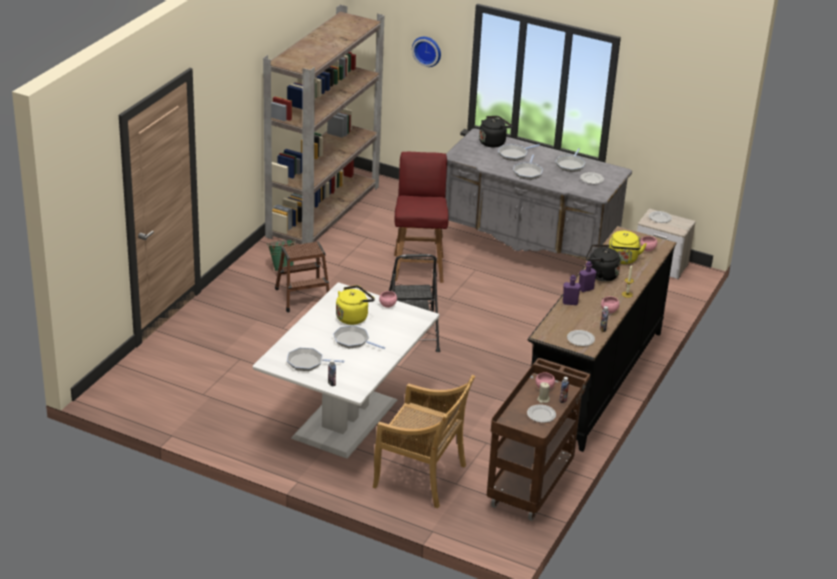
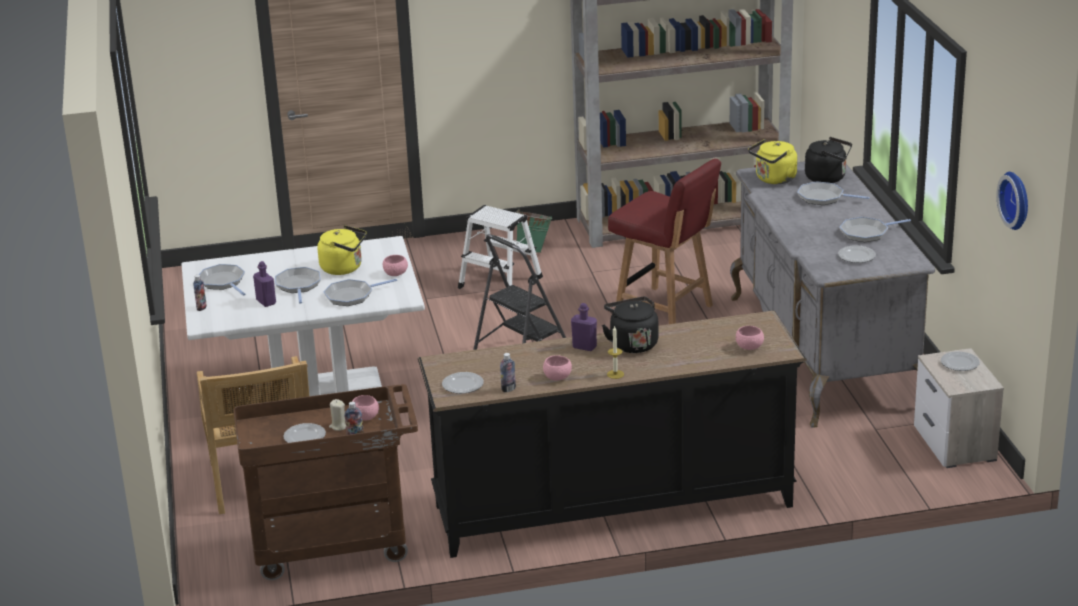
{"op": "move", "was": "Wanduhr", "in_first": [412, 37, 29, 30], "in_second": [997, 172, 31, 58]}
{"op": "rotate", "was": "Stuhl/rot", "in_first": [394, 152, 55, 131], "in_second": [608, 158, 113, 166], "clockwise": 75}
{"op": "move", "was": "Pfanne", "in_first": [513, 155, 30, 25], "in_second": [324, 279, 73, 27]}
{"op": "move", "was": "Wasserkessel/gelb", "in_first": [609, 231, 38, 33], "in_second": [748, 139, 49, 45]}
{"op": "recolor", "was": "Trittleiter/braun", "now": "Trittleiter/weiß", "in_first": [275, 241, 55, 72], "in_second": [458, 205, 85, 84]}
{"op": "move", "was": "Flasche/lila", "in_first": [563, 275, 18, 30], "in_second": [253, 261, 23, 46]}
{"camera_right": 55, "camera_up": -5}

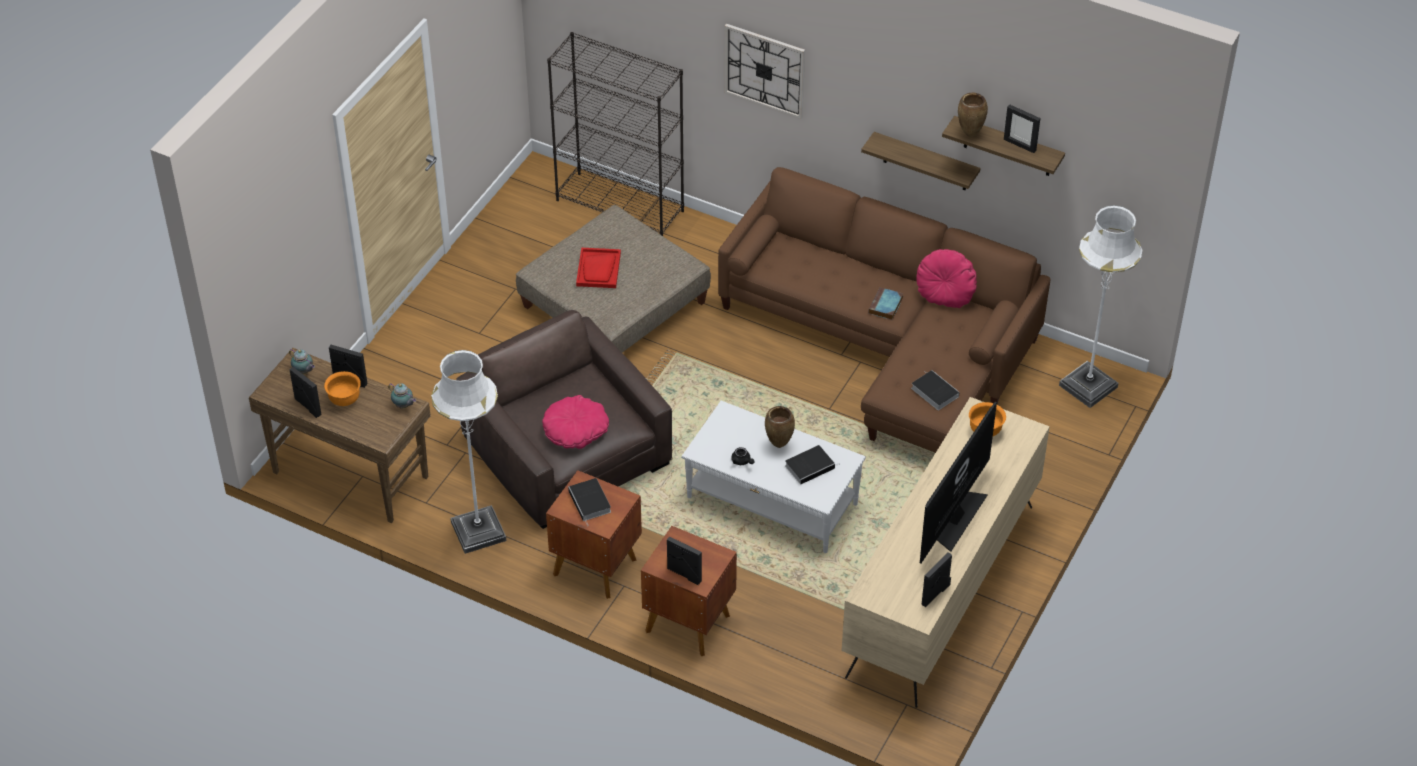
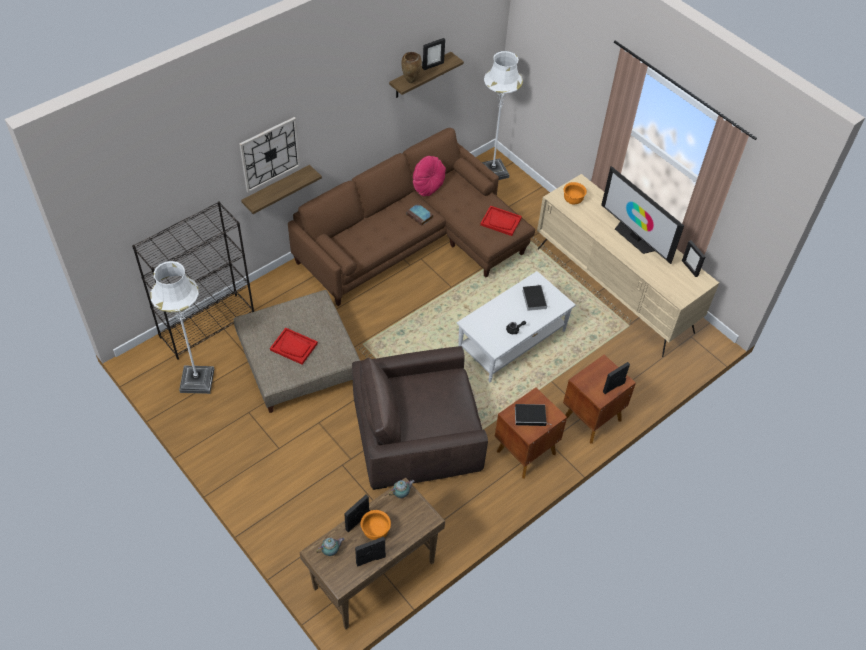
{"op": "move", "was": "Wandregal", "in_first": [861, 132, 120, 58], "in_second": [241, 165, 81, 49]}
{"op": "move", "was": "Stehlampe/weiß", "in_first": [431, 350, 75, 204], "in_second": [150, 261, 64, 133]}
{"op": "replace", "was": "Buch", "now": "Tablett/rot", "in_first": [911, 370, 49, 40], "in_second": [480, 206, 42, 30]}
{"op": "delete", "was": "Kissen/rosa", "in_first": [542, 395, 67, 54]}
{"op": "delete", "was": "Vase/braun", "in_first": [765, 406, 30, 42]}
{"camera_right": -70, "camera_up": 5}

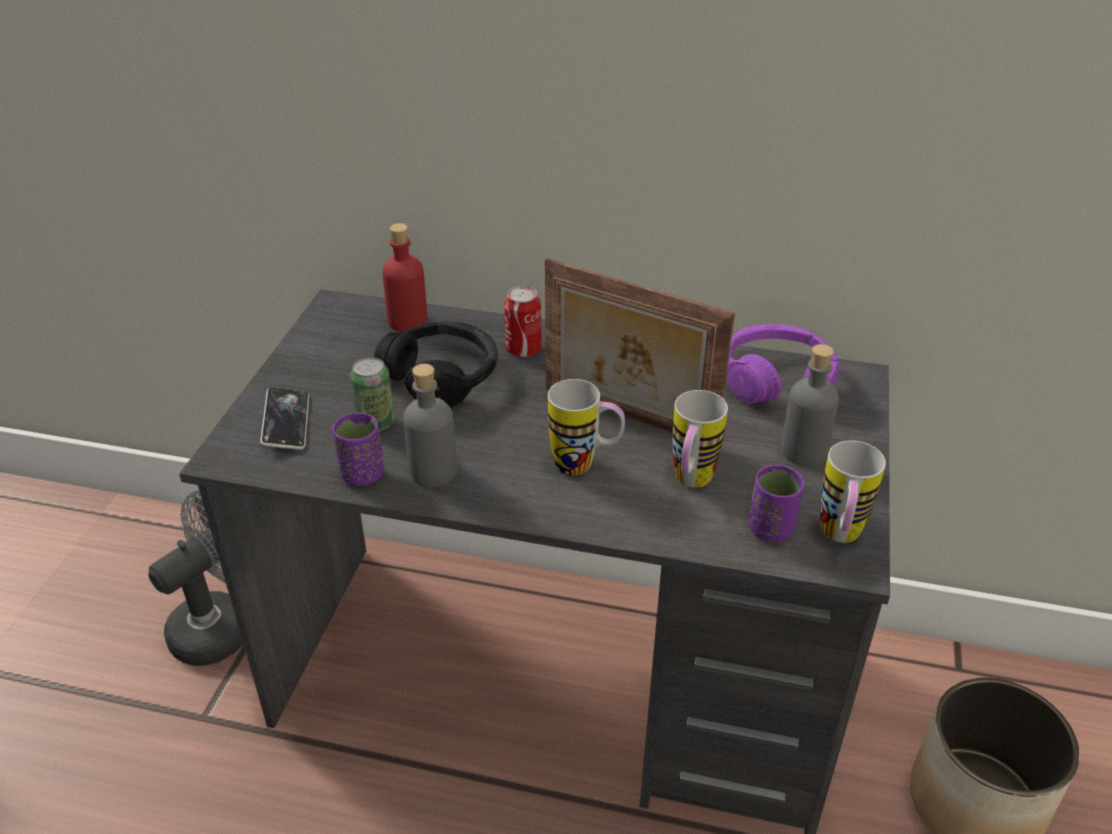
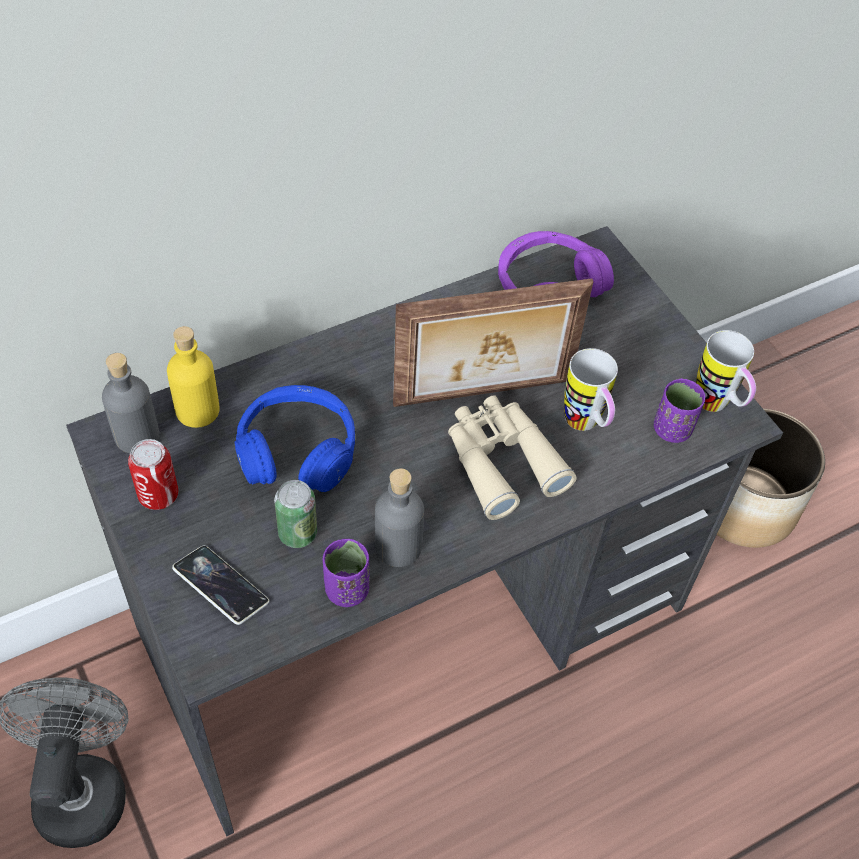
{"op": "recolor", "was": "Flasche/rot", "now": "Flasche/gelb", "in_first": [382, 223, 45, 109], "in_second": [167, 326, 53, 102]}
{"op": "move", "was": "Dose", "in_first": [504, 286, 38, 71], "in_second": [128, 439, 51, 71]}
{"op": "recolor", "was": "Kopfhörer/schwarz", "now": "Kopfhörer/blau", "in_first": [374, 322, 124, 85], "in_second": [235, 385, 120, 107]}
{"op": "move", "was": "Flasche/grau", "in_first": [781, 344, 58, 122], "in_second": [102, 353, 57, 100]}
{"op": "replace", "was": "Henkelbecher", "now": "Fernglas/beige", "in_first": [548, 379, 77, 97], "in_second": [448, 395, 129, 125]}
{"camera_right": -45, "camera_up": 15}

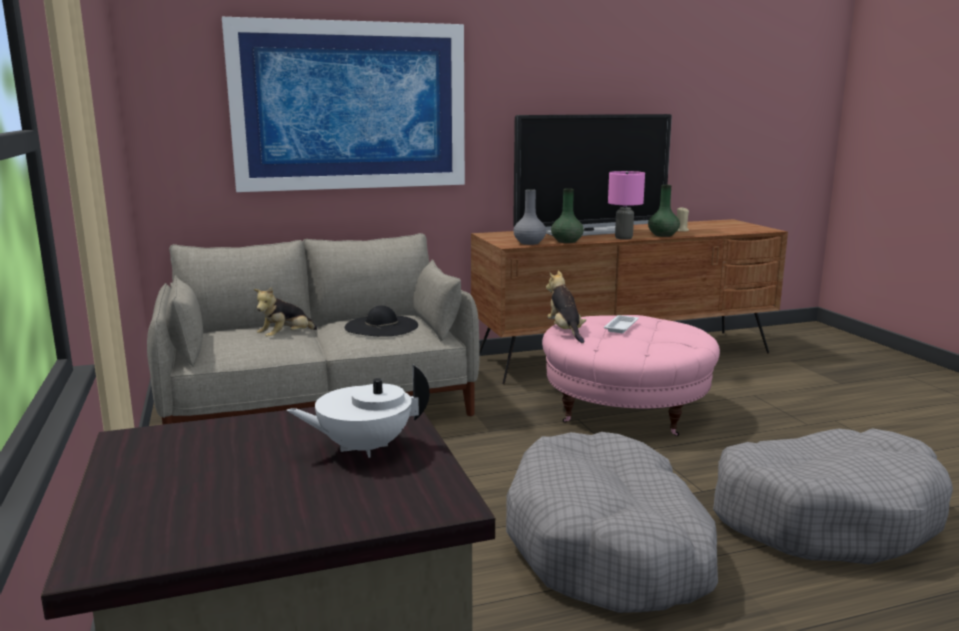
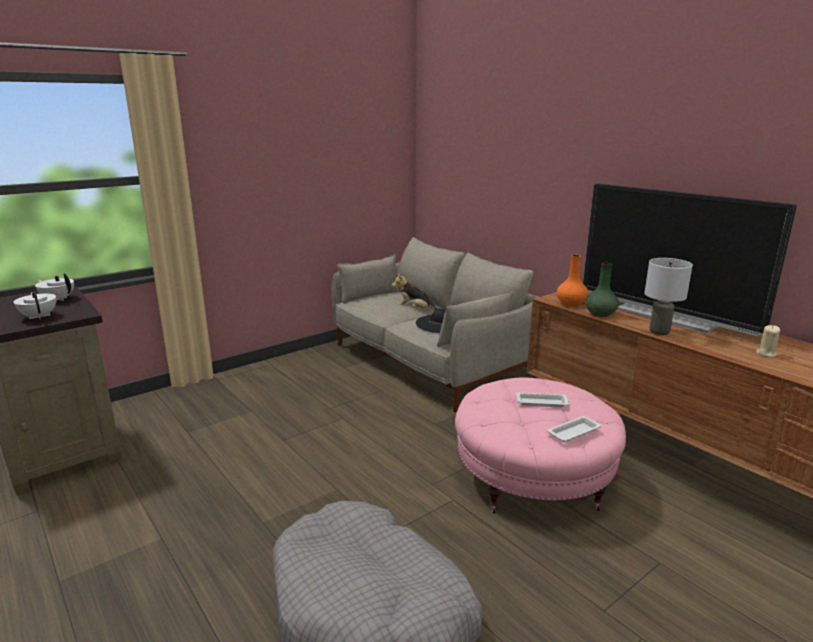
{"op": "delete", "was": "Bild", "in_first": [222, 17, 243, 175]}
{"op": "recolor", "was": "Tischlampe/rosa", "now": "Tischlampe/weiß", "in_first": [608, 171, 37, 69], "in_second": [644, 258, 49, 77]}
{"op": "delete", "was": "Vase/grün", "in_first": [648, 185, 32, 52]}
{"op": "recolor", "was": "Vase/grau", "now": "Vase/orange", "in_first": [513, 189, 33, 56], "in_second": [557, 255, 31, 51]}
{"op": "delete", "was": "Plüschtier", "in_first": [546, 271, 40, 72]}
{"op": "delete", "was": "Hundebett/grau", "in_first": [506, 432, 212, 181]}
{"op": "insert", "now": "Teekanne/weiß", "in_second": [35, 273, 39, 28]}
{"op": "insert", "now": "Tablett/weiß", "in_second": [547, 416, 54, 26]}
{"camera_right": 70, "camera_up": 5}

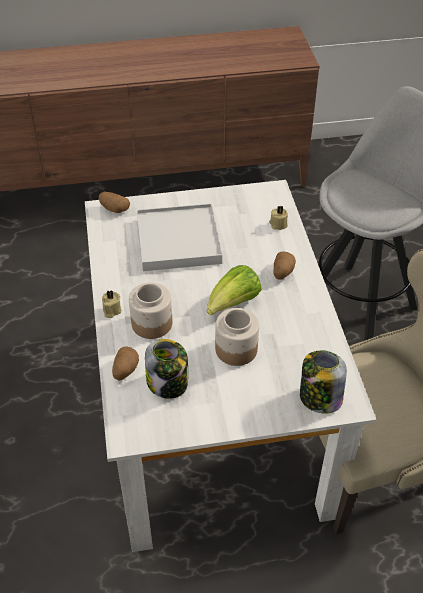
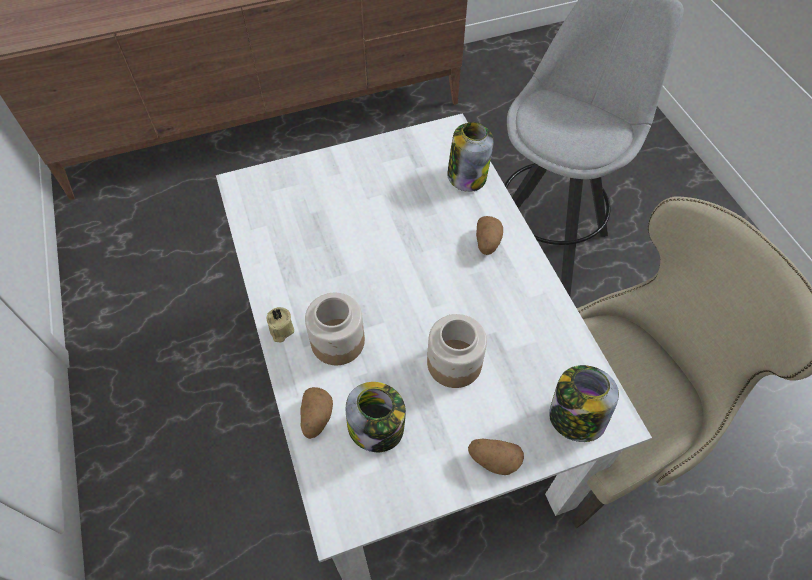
{"op": "move", "was": "Kartoffel", "in_first": [99, 192, 31, 21], "in_second": [468, 438, 56, 37]}
{"op": "delete", "was": "Tablett/weiß", "in_first": [137, 203, 85, 68]}
{"op": "replace", "was": "Kerze/beige", "now": "Vorratsglas", "in_first": [269, 206, 19, 24], "in_second": [447, 122, 47, 70]}
{"op": "delete", "was": "Salatkopf", "in_first": [207, 265, 55, 50]}
{"camera_right": -10, "camera_up": 10}

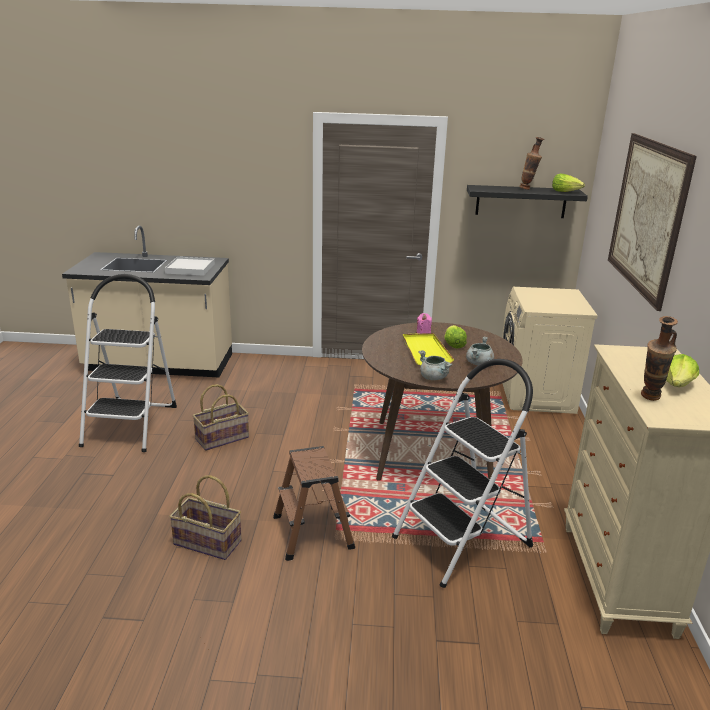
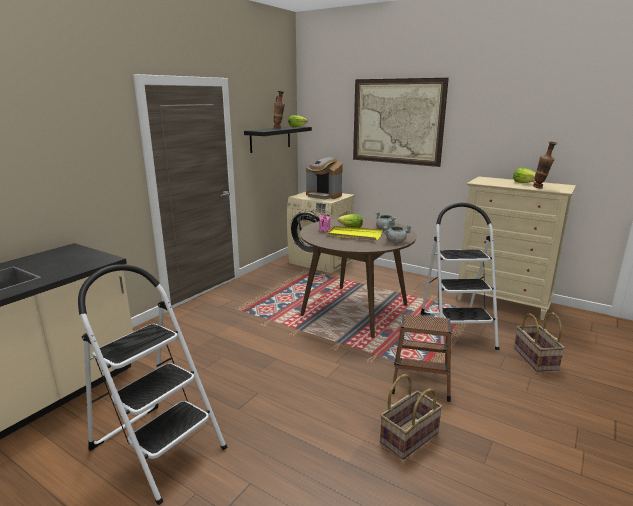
{"op": "delete", "was": "Tablett/weiß", "in_first": [165, 257, 50, 19]}
{"op": "move", "was": "Korb", "in_first": [192, 384, 57, 67], "in_second": [514, 312, 51, 60]}
{"op": "insert", "now": "Kaffeemaschine", "in_second": [306, 157, 37, 43]}
{"camera_right": -60, "camera_up": -5}

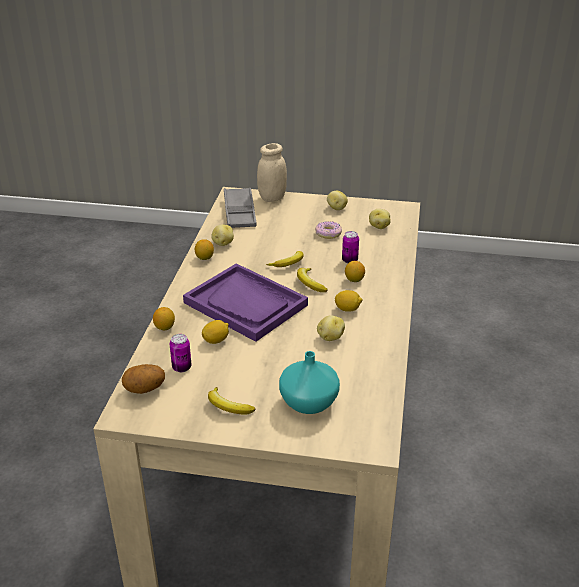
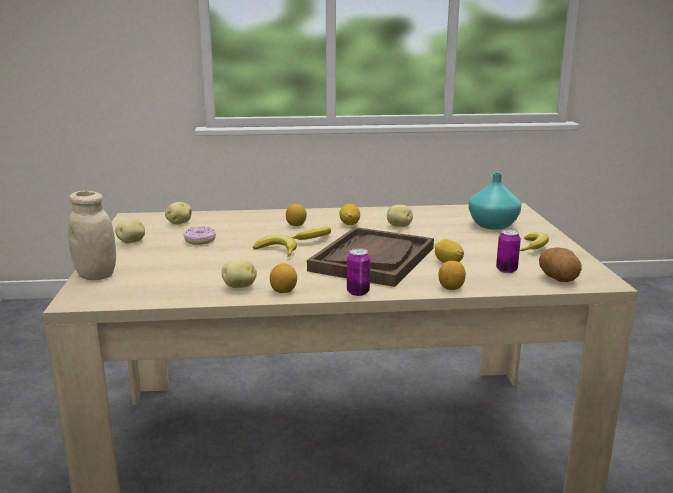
{"op": "delete", "was": "Tablett/grau", "in_first": [224, 188, 33, 40]}
{"op": "move", "was": "Dose", "in_first": [342, 231, 17, 32], "in_second": [347, 248, 23, 48]}
{"op": "recolor", "was": "Tablett/lila", "now": "Tablett/braun", "in_first": [183, 263, 125, 79], "in_second": [307, 227, 127, 60]}
{"camera_right": -105, "camera_up": -15}

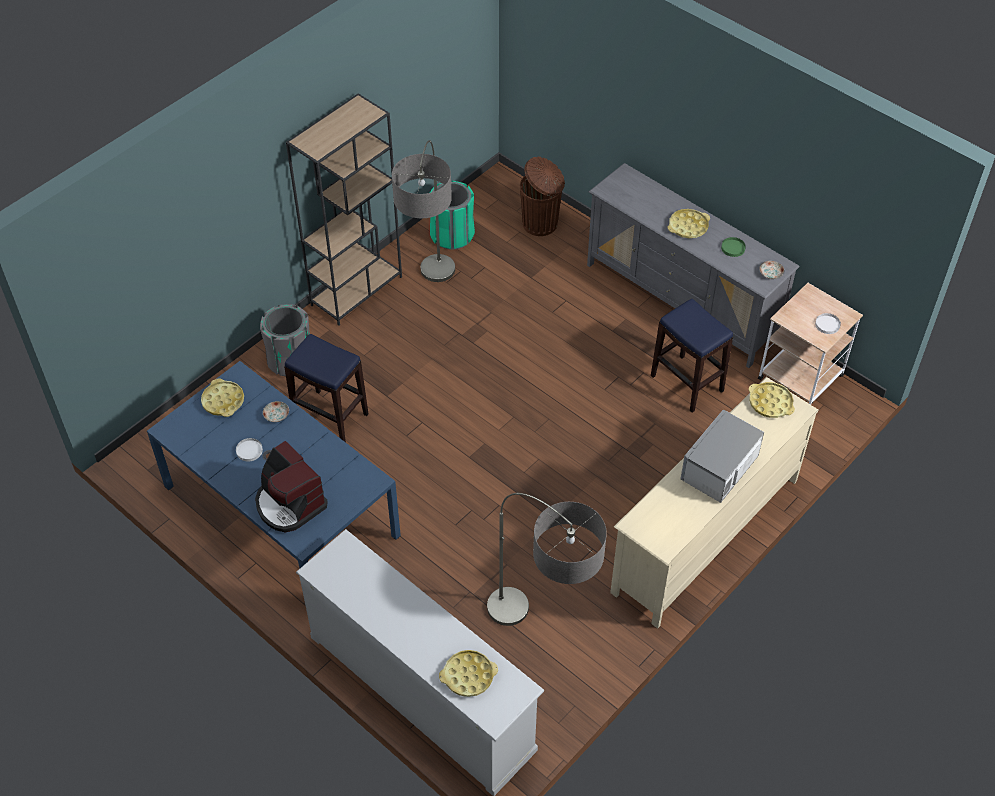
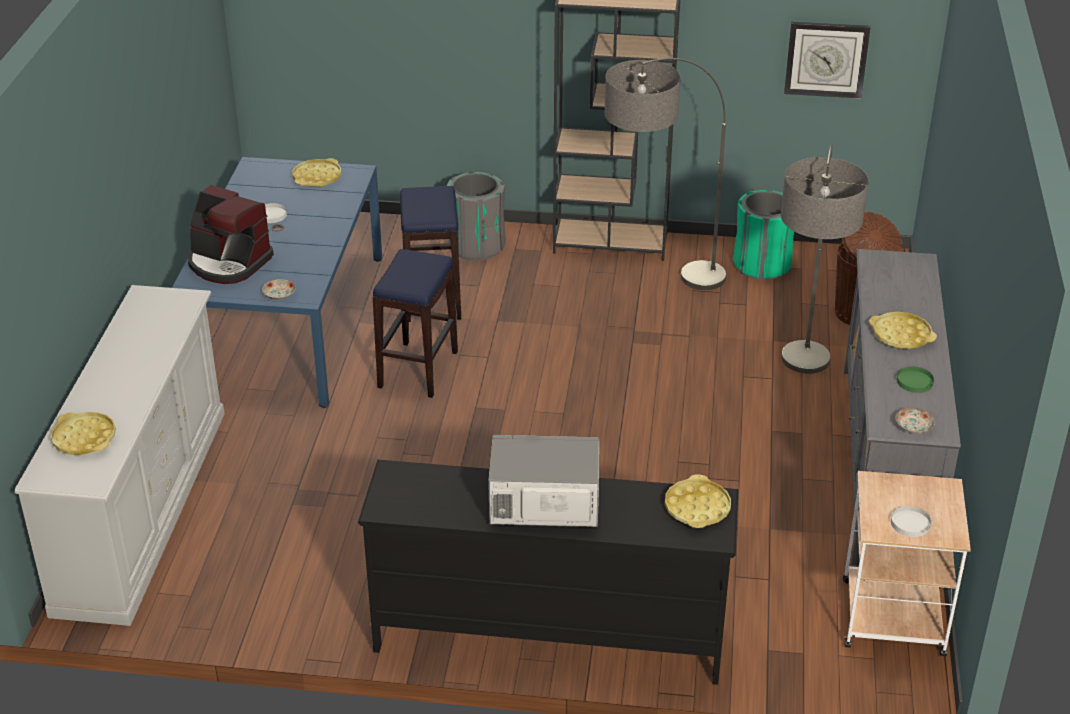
{"op": "move", "was": "Hocker", "in_first": [651, 299, 82, 114], "in_second": [373, 249, 85, 149]}
{"op": "recolor", "was": "Kommode/beige", "now": "Kommode/schwarz", "in_first": [610, 377, 208, 252], "in_second": [358, 460, 381, 225]}
{"op": "move", "was": "Teller", "in_first": [263, 401, 26, 21], "in_second": [262, 279, 34, 21]}
{"op": "rotate", "was": "Kaffeemaschine", "in_first": [255, 441, 73, 92], "in_second": [188, 185, 86, 99], "clockwise": -75}
{"op": "move", "was": "Stehlampe", "in_first": [487, 493, 120, 133], "in_second": [781, 144, 88, 230]}
{"op": "insert", "now": "Wanduhr", "in_second": [784, 22, 86, 76]}
{"camera_right": 55, "camera_up": -15}

